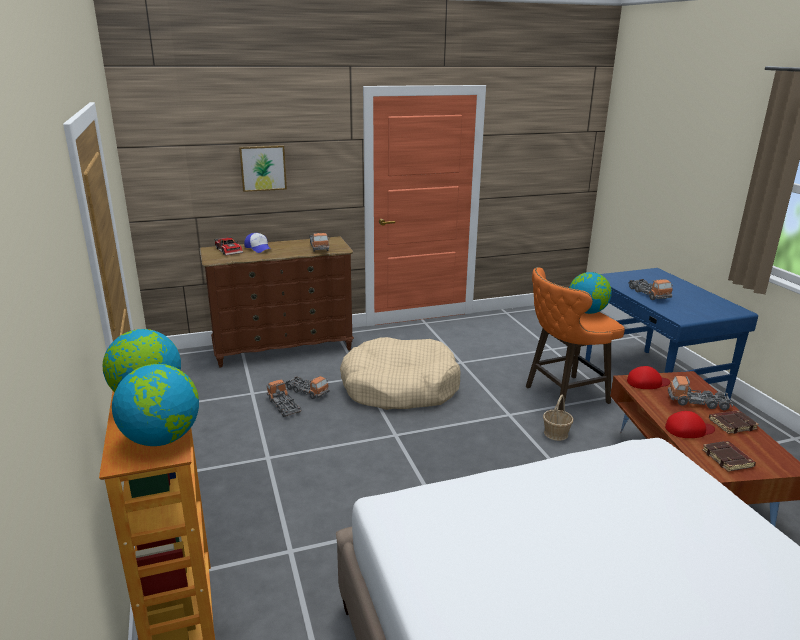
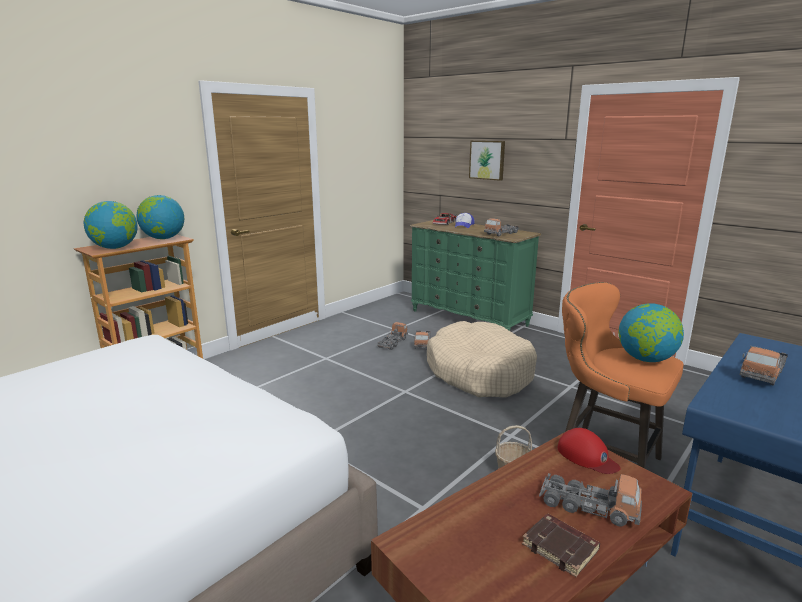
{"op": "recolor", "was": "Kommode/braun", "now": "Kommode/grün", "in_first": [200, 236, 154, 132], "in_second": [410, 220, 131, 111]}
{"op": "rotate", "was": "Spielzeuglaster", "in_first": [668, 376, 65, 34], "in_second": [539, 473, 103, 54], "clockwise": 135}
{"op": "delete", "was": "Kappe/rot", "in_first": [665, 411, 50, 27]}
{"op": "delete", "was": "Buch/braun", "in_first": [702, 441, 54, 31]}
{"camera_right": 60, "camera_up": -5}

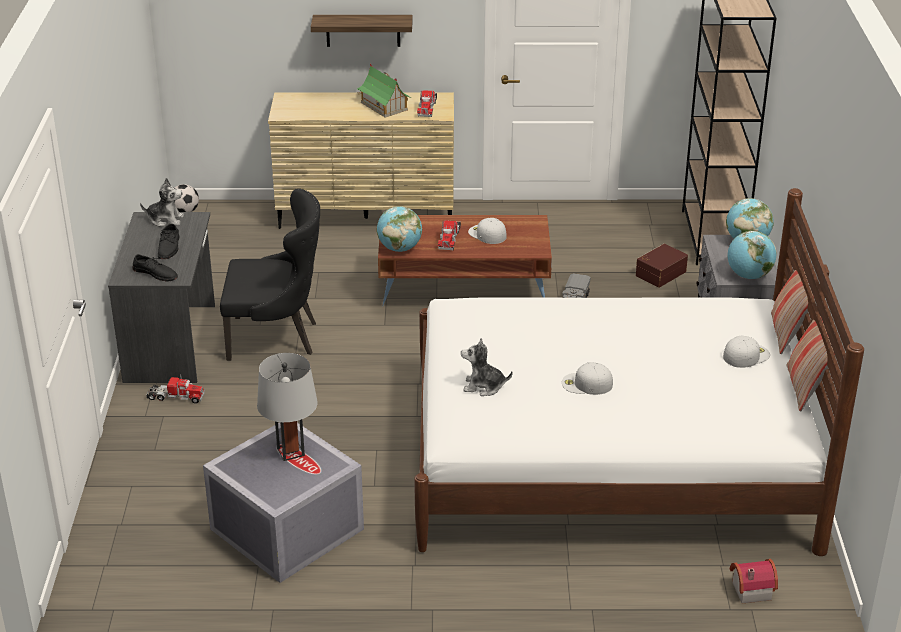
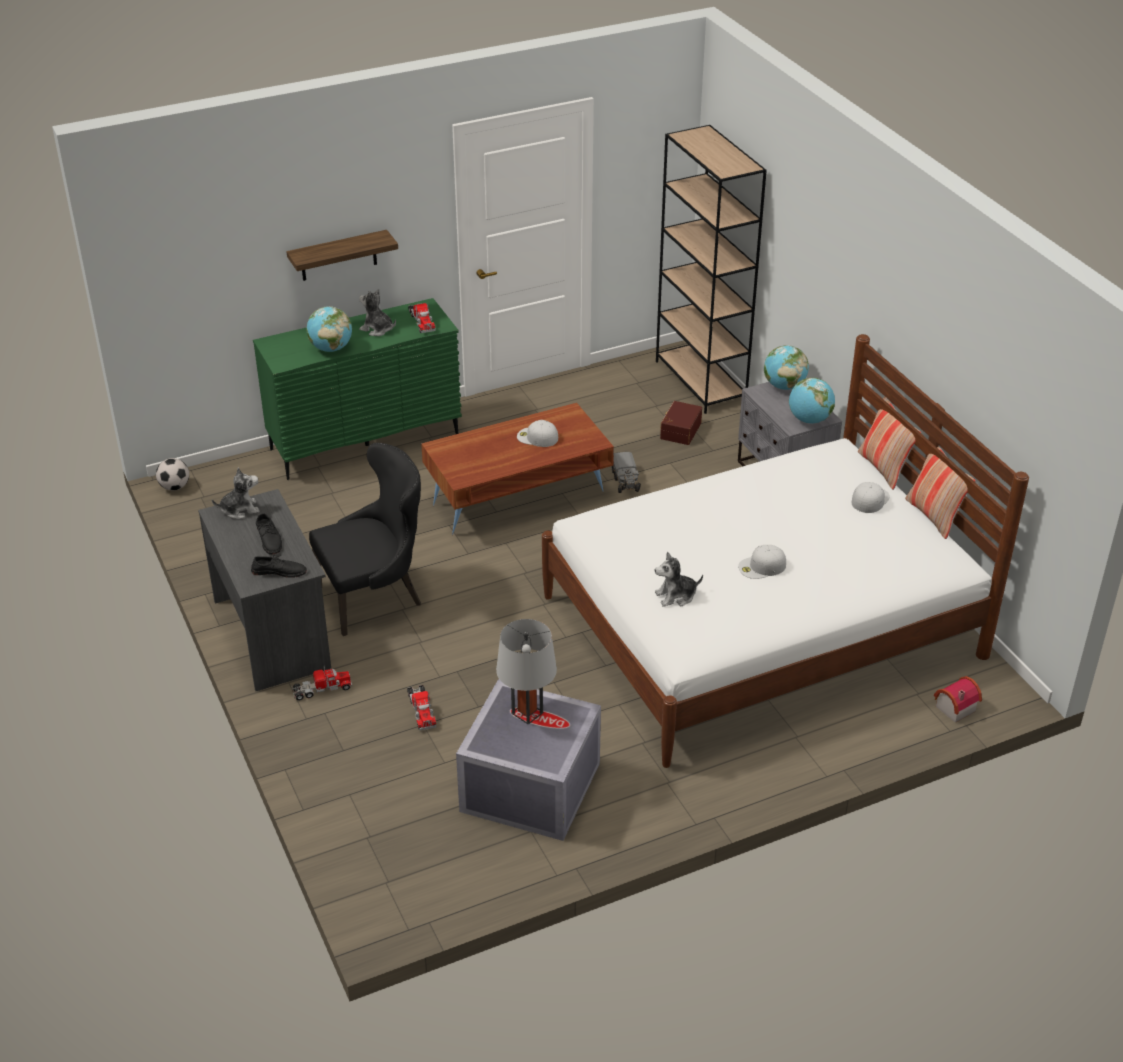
{"op": "replace", "was": "Spielzeughaus", "now": "Plüschtier", "in_first": [357, 63, 54, 55], "in_second": [359, 289, 37, 47]}
{"op": "recolor", "was": "Kommode/beige", "now": "Kommode/grün", "in_first": [268, 92, 186, 137], "in_second": [253, 298, 209, 182]}
{"op": "move", "was": "Globus", "in_first": [377, 206, 45, 46], "in_second": [307, 306, 45, 46]}
{"op": "move", "was": "Spielzeuglaster", "in_first": [438, 220, 23, 30], "in_second": [407, 685, 29, 45]}
{"camera_right": -25, "camera_up": 5}

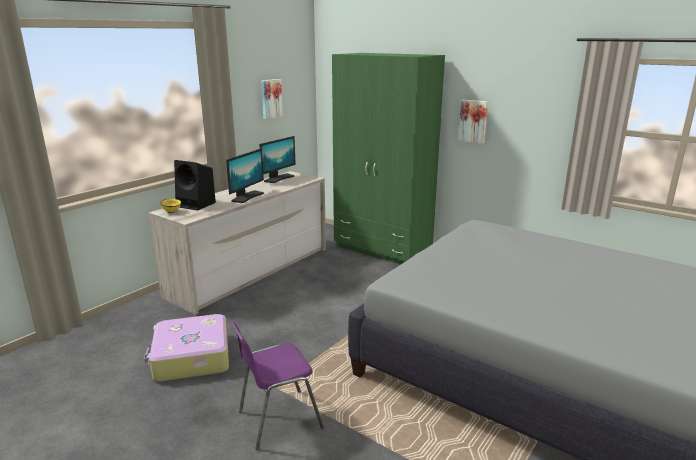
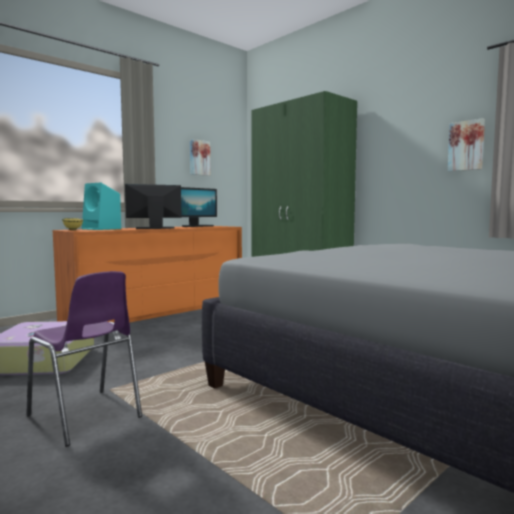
{"op": "move", "was": "Bild", "in_first": [458, 100, 30, 44], "in_second": [448, 118, 37, 54]}
{"op": "rotate", "was": "Monitor", "in_first": [226, 148, 38, 55], "in_second": [125, 184, 56, 45], "clockwise": -150}
{"op": "recolor", "was": "Lautsprecher/schwarz", "now": "Lautsprecher/türkis", "in_first": [174, 160, 42, 51], "in_second": [82, 182, 39, 48]}
{"op": "recolor", "was": "Kommode/weiß", "now": "Kommode/orange", "in_first": [149, 171, 177, 144], "in_second": [53, 226, 189, 97]}
{"op": "rotate", "was": "Stuhl/lila", "in_first": [231, 321, 93, 129], "in_second": [26, 271, 116, 176], "clockwise": -120}
{"camera_right": 10, "camera_up": -15}

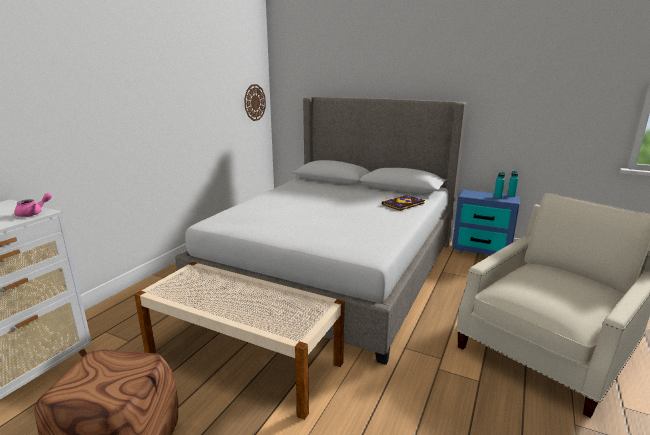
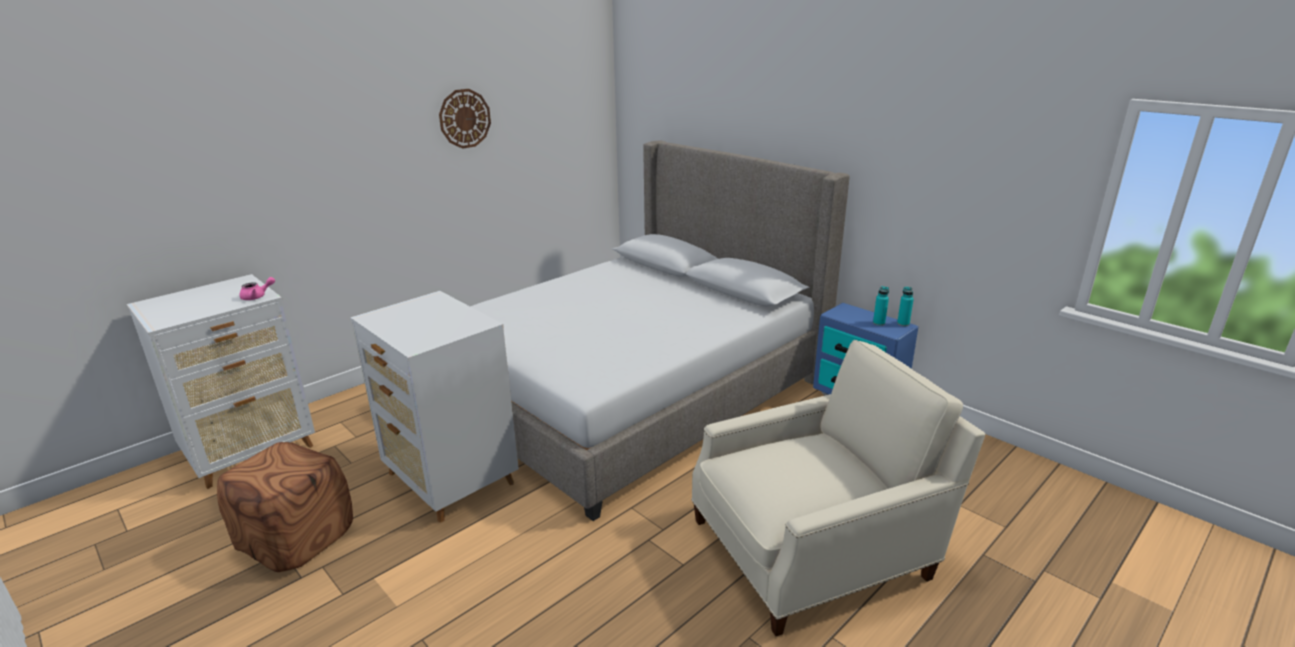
{"op": "move", "was": "Wanduhr", "in_first": [244, 84, 22, 37], "in_second": [439, 89, 52, 60]}
{"op": "delete", "was": "Buch", "in_first": [382, 195, 43, 16]}
{"op": "replace", "was": "Bank/beige", "now": "Kommode/weiß", "in_first": [134, 262, 211, 158], "in_second": [350, 291, 169, 232]}
{"camera_right": 20, "camera_up": 5}

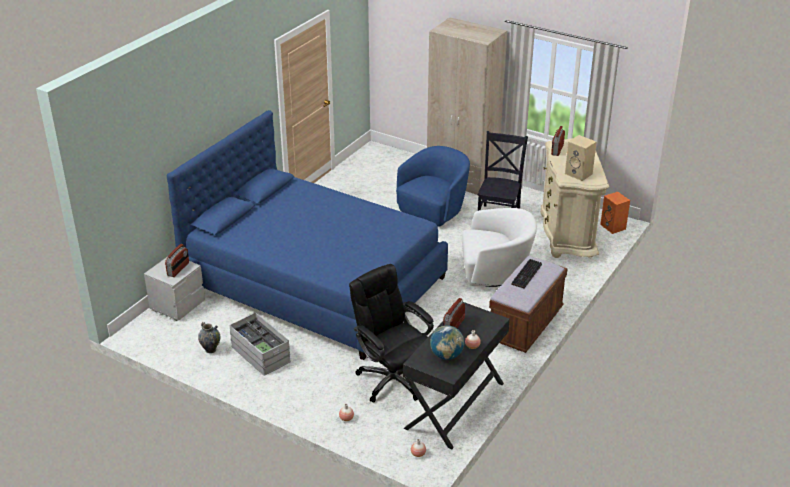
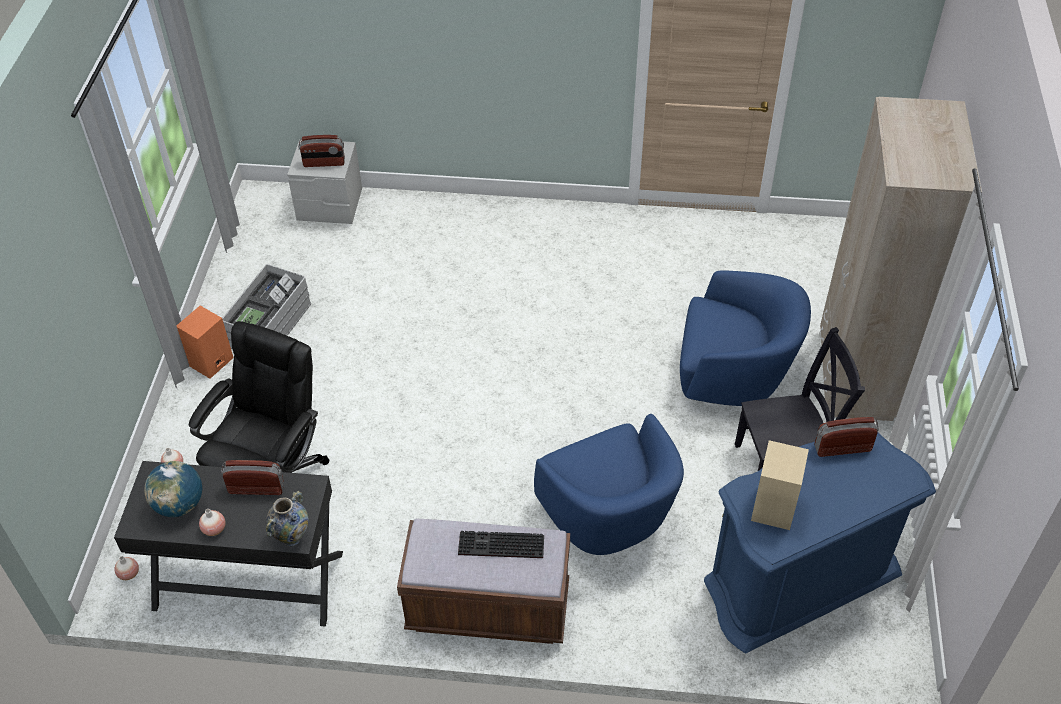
{"op": "delete", "was": "Bett/blau", "in_first": [167, 110, 281, 250]}
{"op": "recolor", "was": "Kommode/beige", "now": "Kommode/blau", "in_first": [540, 138, 69, 120], "in_second": [704, 433, 232, 221]}
{"op": "move", "was": "Lautsprecher/orange", "in_first": [600, 192, 30, 42], "in_second": [176, 306, 58, 73]}
{"op": "recolor", "was": "Sessel/weiß", "now": "Sessel/blau", "in_first": [462, 208, 75, 79], "in_second": [534, 414, 150, 141]}
{"op": "move", "was": "Vase", "in_first": [198, 322, 22, 31], "in_second": [266, 491, 43, 55]}
{"camera_right": 65, "camera_up": 15}

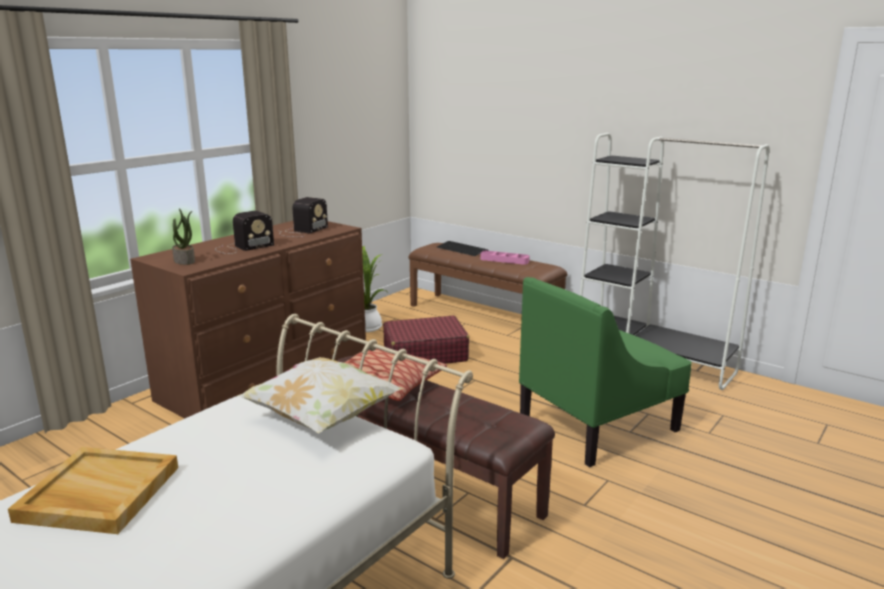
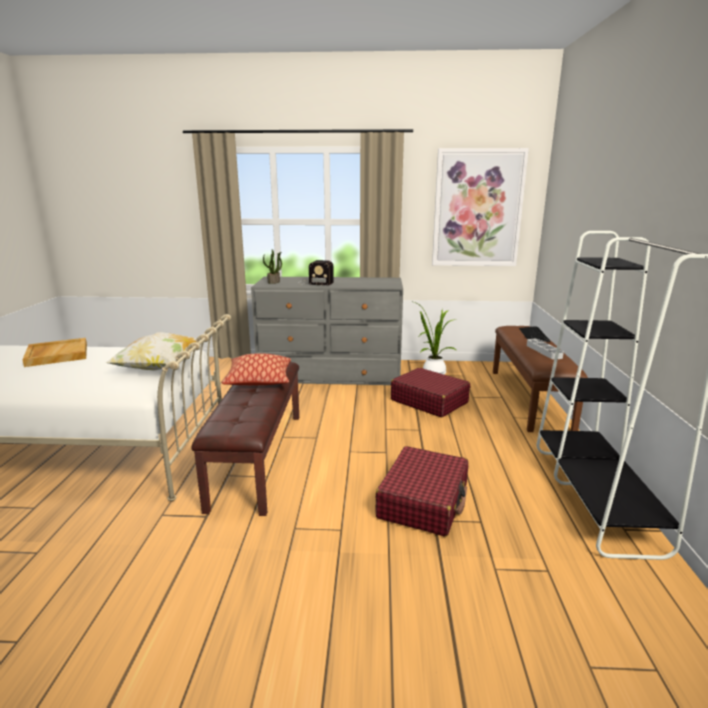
{"op": "delete", "was": "Radio", "in_first": [279, 197, 49, 40]}
{"op": "recolor", "was": "Kommode/braun", "now": "Kommode/grau", "in_first": [130, 221, 236, 197], "in_second": [251, 276, 152, 109]}
{"op": "recolor", "was": "Tablett/rosa", "now": "Tablett/grau", "in_first": [480, 251, 50, 14], "in_second": [527, 339, 37, 20]}
{"op": "replace", "was": "Sessel/grün", "now": "Koffer/rot", "in_first": [519, 277, 173, 191], "in_second": [375, 446, 93, 91]}
{"op": "insert", "now": "Bild", "in_second": [432, 148, 97, 118]}
{"camera_right": 55, "camera_up": 0}

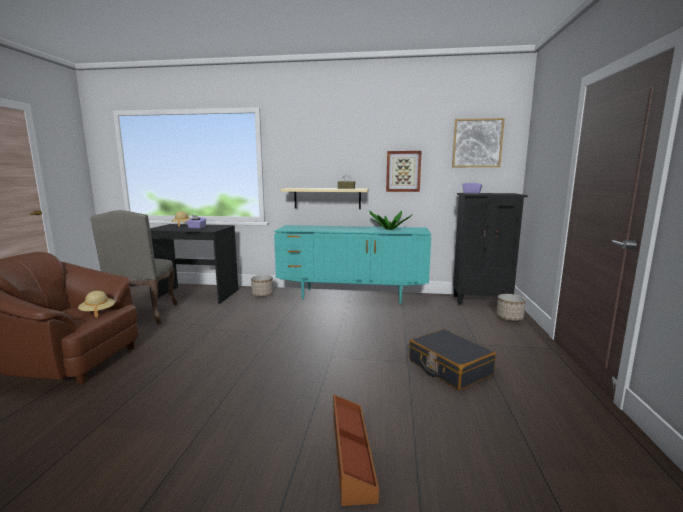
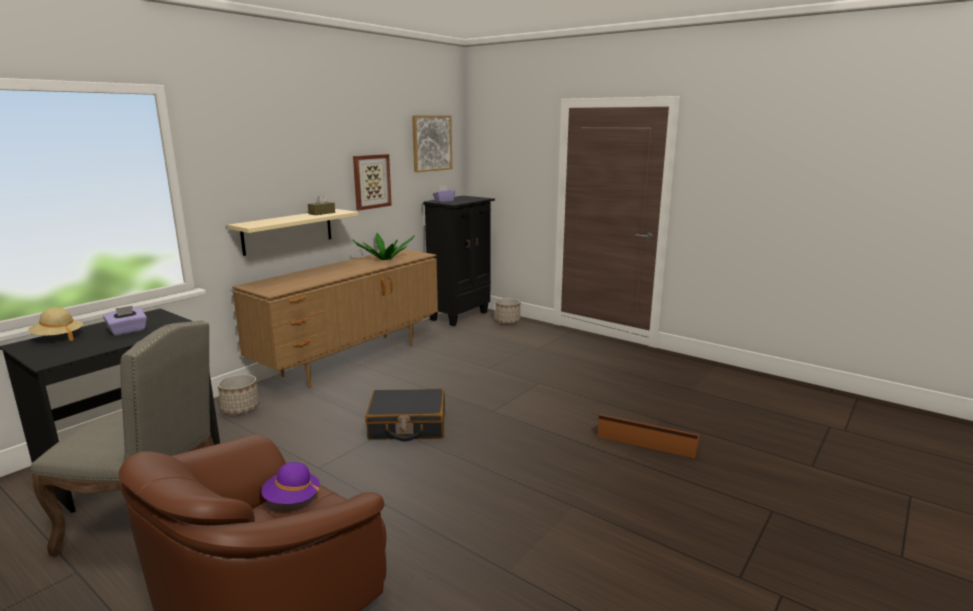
{"op": "recolor", "was": "Kommode/türkis", "now": "Kommode/braun", "in_first": [274, 225, 158, 79], "in_second": [232, 248, 206, 140]}
{"op": "recolor", "was": "Hut/beige", "now": "Hut/lila", "in_first": [78, 291, 37, 26], "in_second": [261, 462, 59, 42]}
{"op": "move", "was": "Koffer/schwarz", "in_first": [409, 329, 87, 61], "in_second": [365, 389, 80, 52]}
{"camera_right": -60, "camera_up": 5}

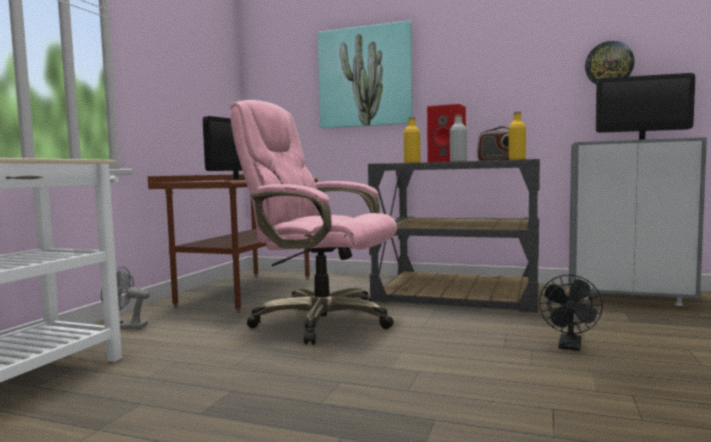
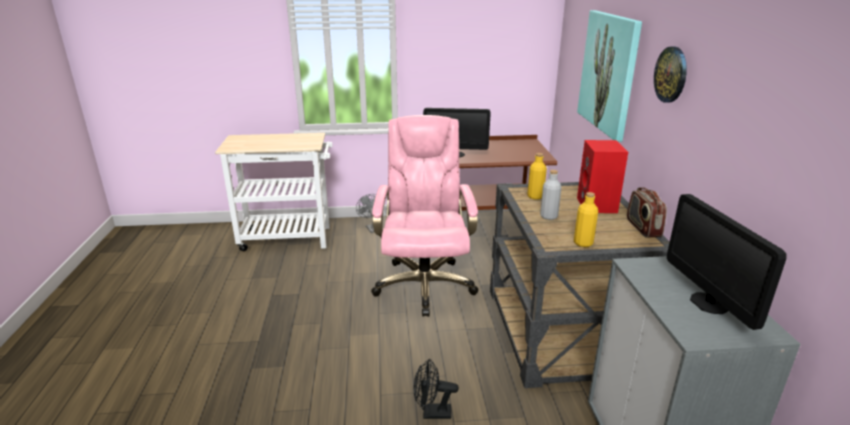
{"op": "move", "was": "Wanduhr", "in_first": [585, 41, 50, 44], "in_second": [654, 47, 33, 56]}
{"camera_right": 65, "camera_up": 20}

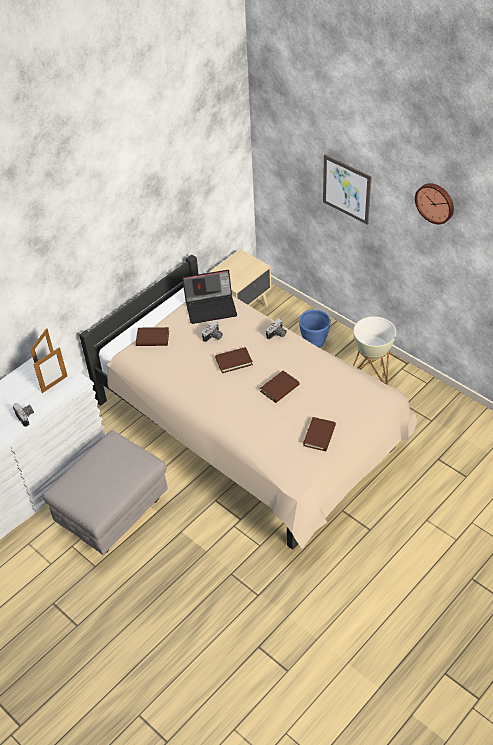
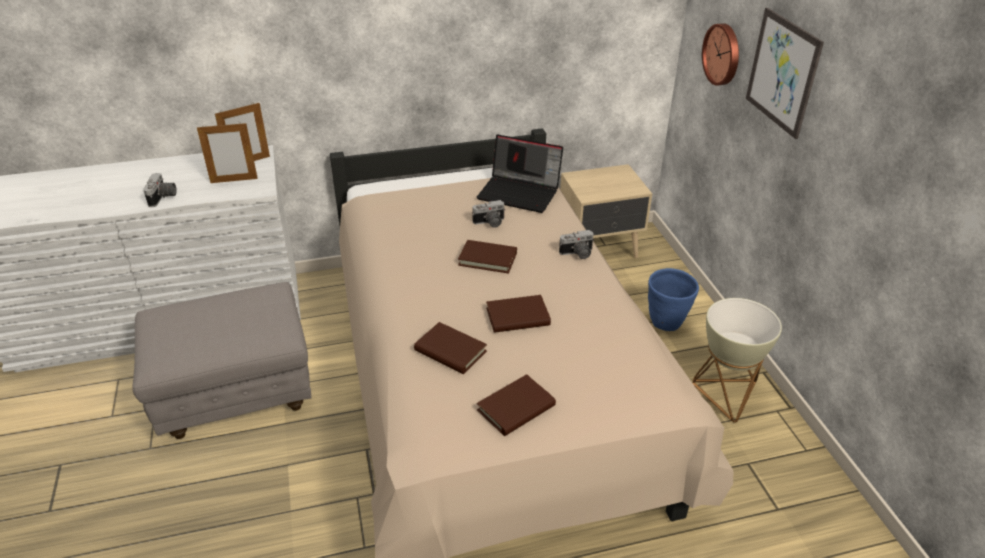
{"op": "move", "was": "Wanduhr", "in_first": [415, 183, 39, 41], "in_second": [702, 23, 37, 63]}
{"op": "move", "was": "Buch/braun", "in_first": [136, 327, 33, 19], "in_second": [414, 322, 73, 52]}
{"camera_right": 30, "camera_up": -10}

